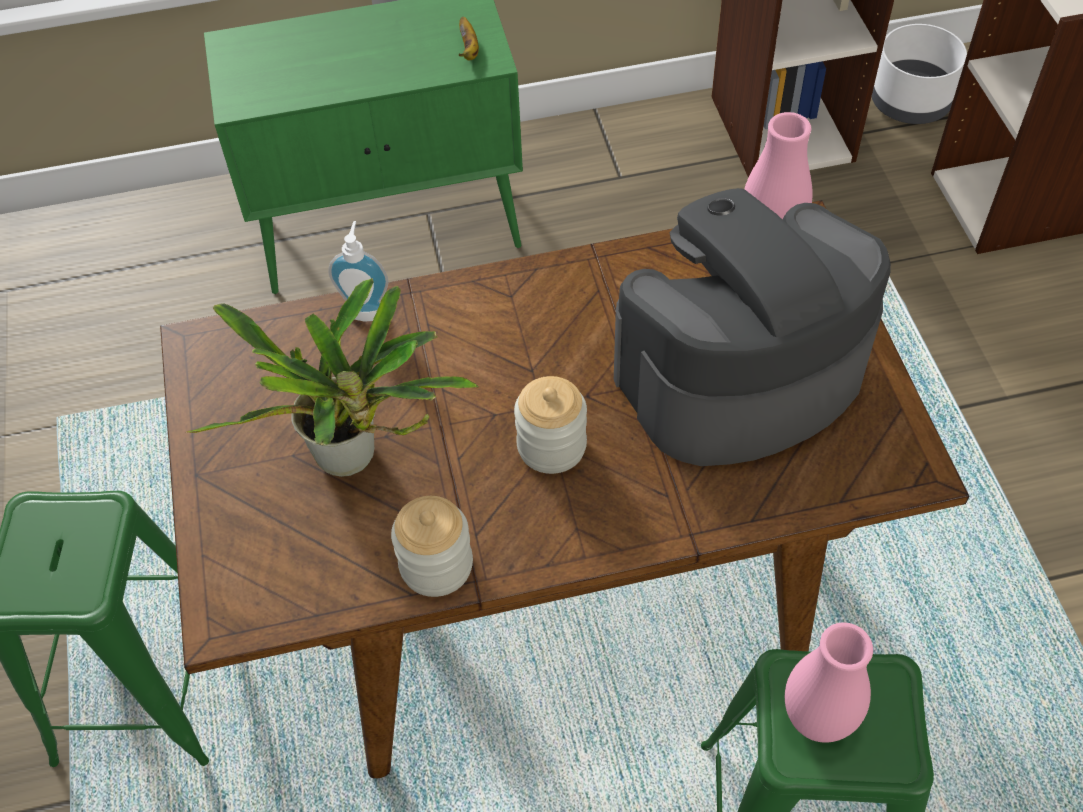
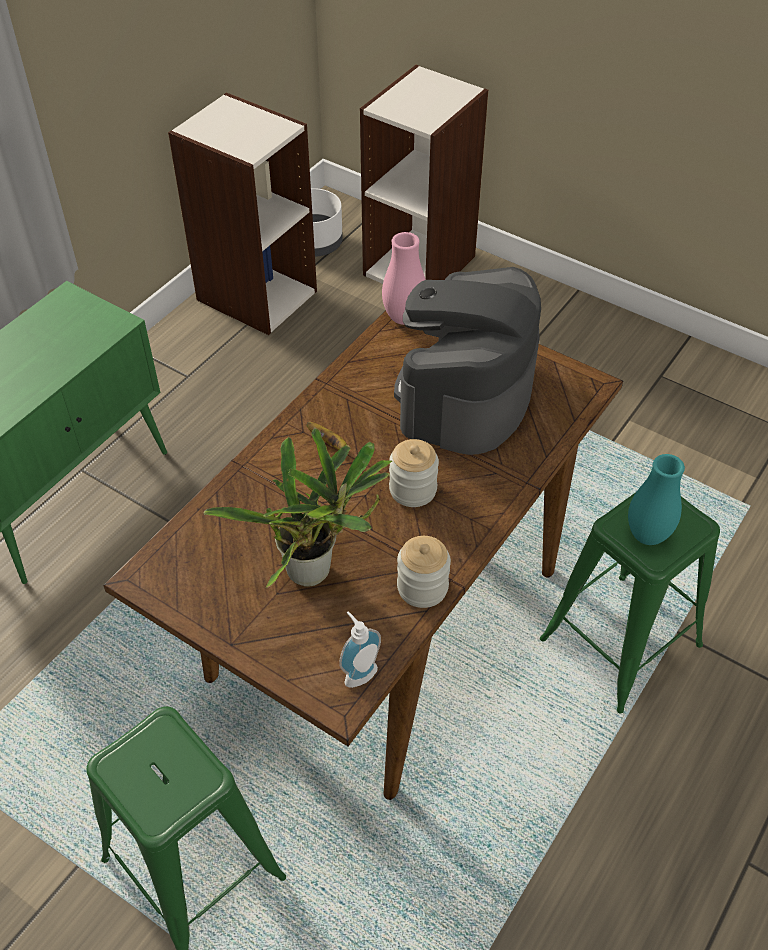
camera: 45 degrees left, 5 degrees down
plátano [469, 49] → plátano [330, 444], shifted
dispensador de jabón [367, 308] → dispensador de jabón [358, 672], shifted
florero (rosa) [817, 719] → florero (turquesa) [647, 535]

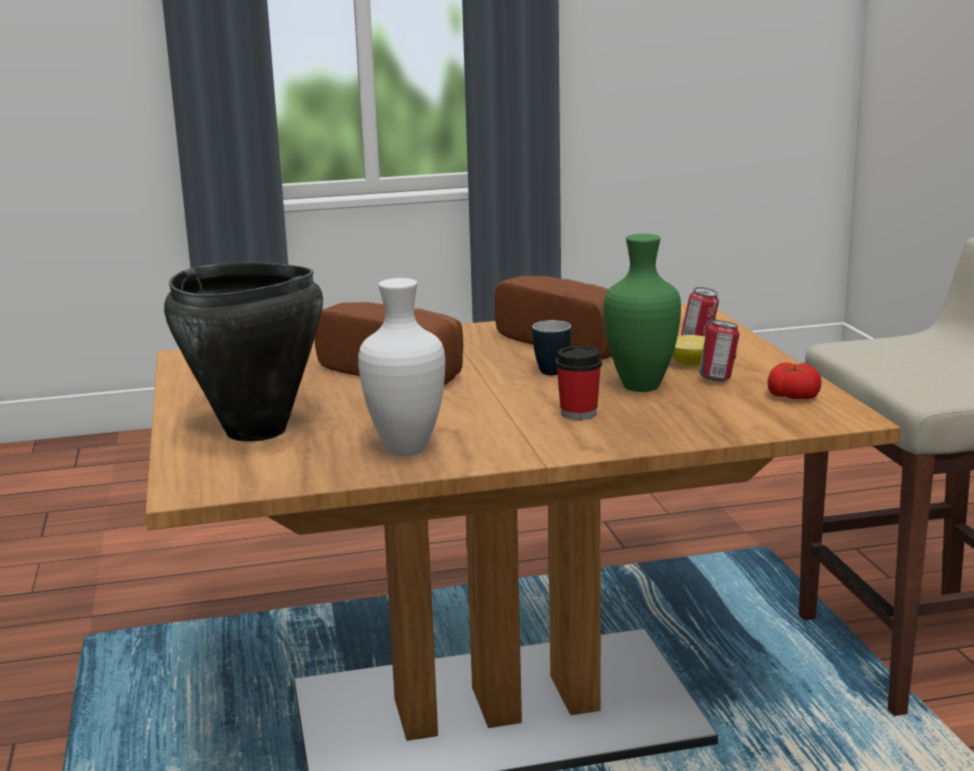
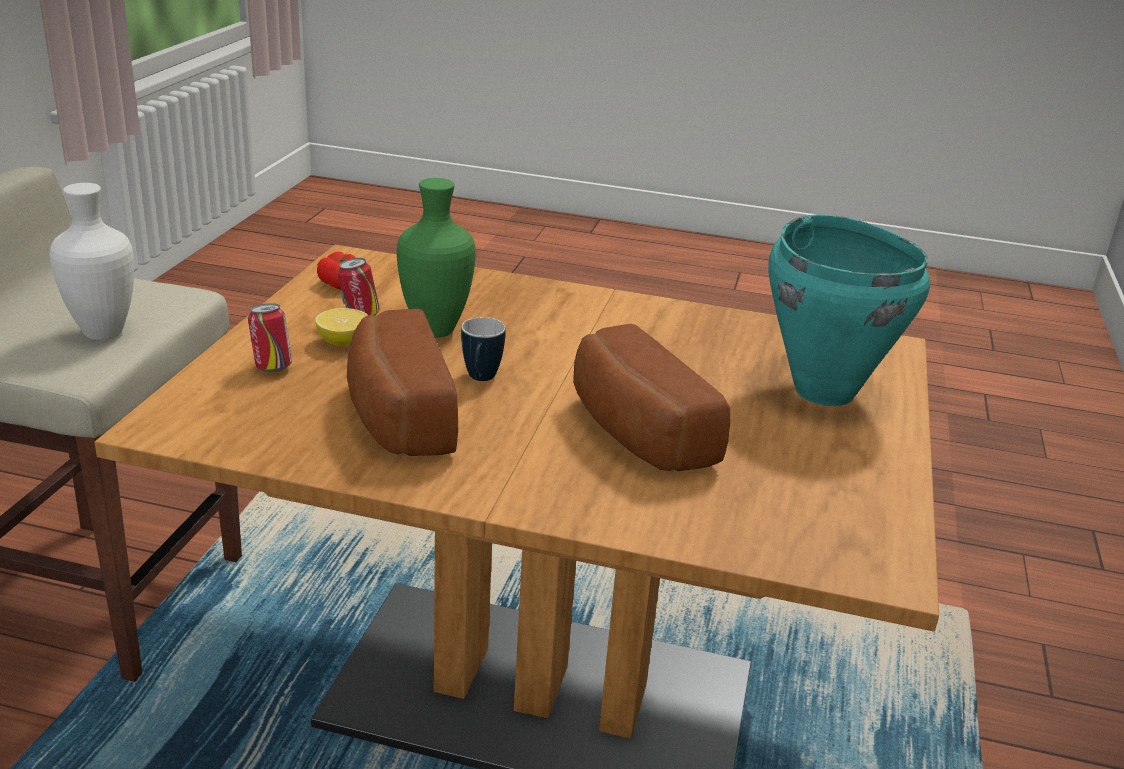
camera: 155 degrees left, 10 degrees up
florero (blanco) [409, 450] → florero (blanco) [102, 332], shifted
olla (negro) [256, 431] → olla (turquesa) [824, 391]
taza [578, 413] → -

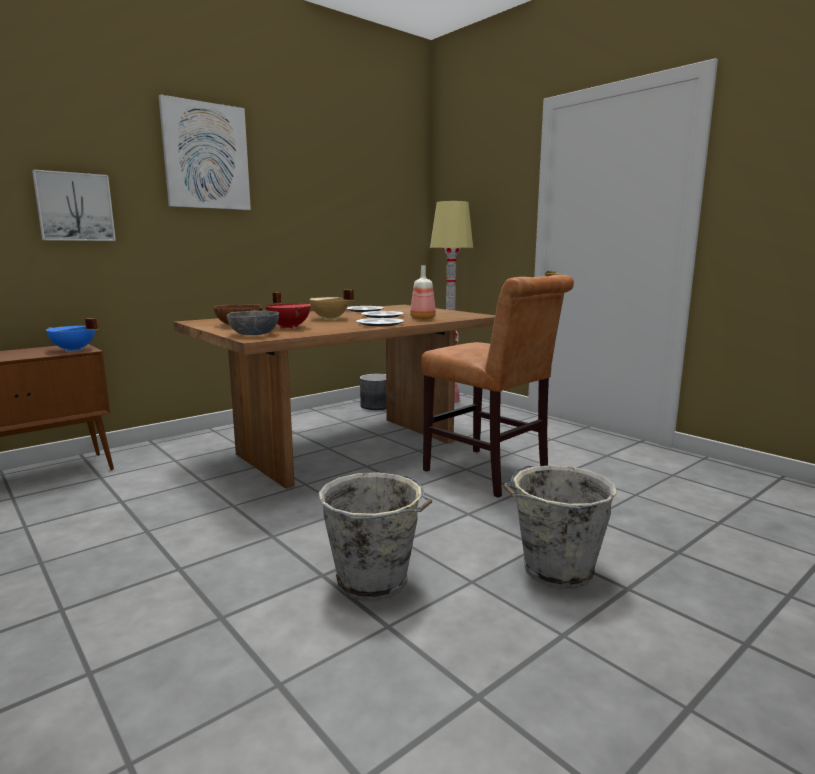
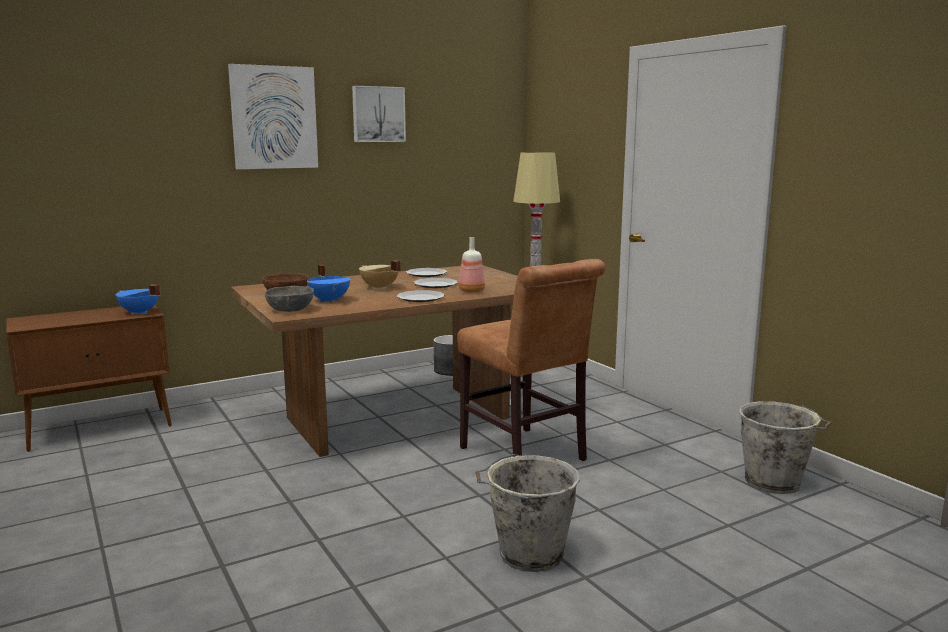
camera: 10 degrees right, 0 degrees up
olla (rojo) [289, 327] → olla (azul) [330, 300]
cuadro [74, 207] → cuadro [378, 114], shifted
cubo (gris) [375, 581] → cubo (gris) [775, 483], shifted

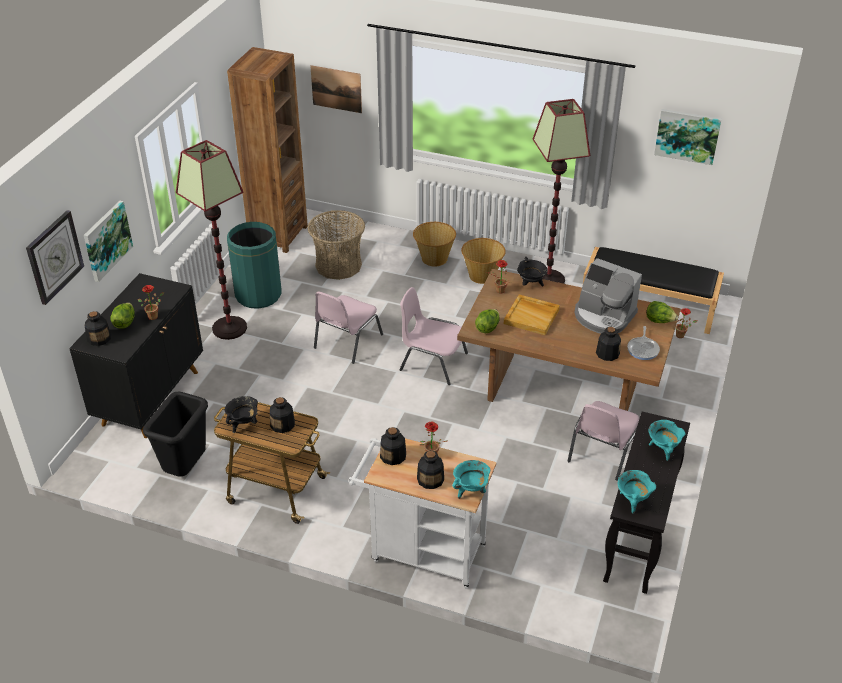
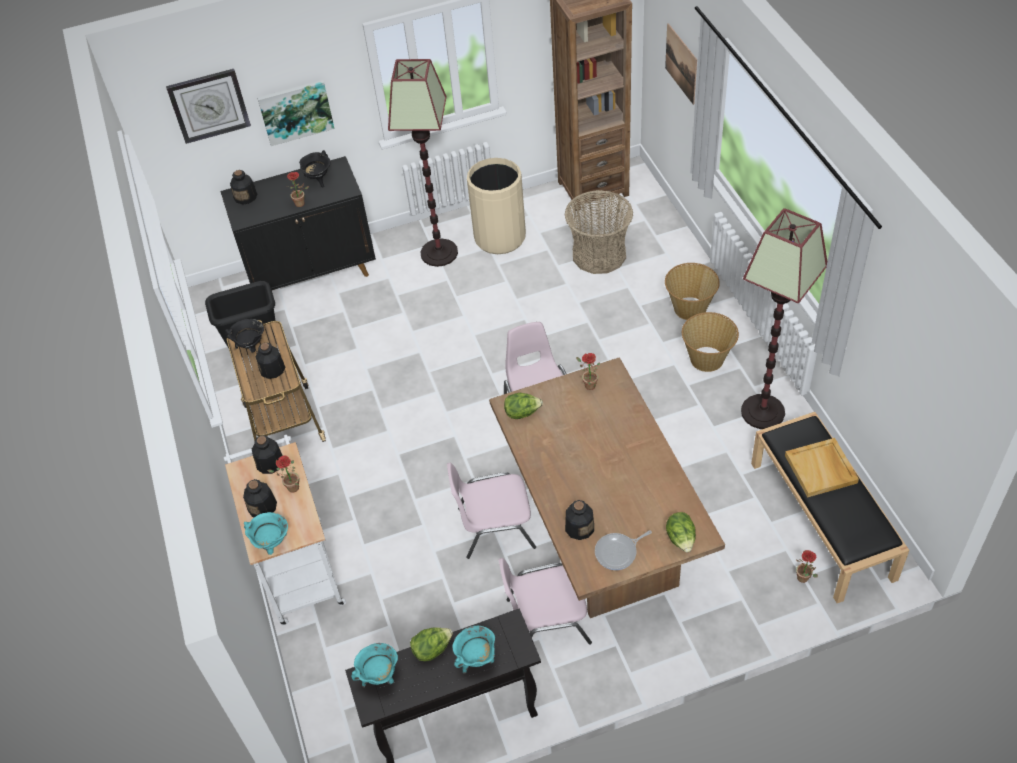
camera: 55 degrees right, 10 degrees up
olla (negro) [531, 284] → olla (negro) [318, 180], shifted
lechuga [125, 323] → lechuga [432, 649], shifted
silla (rosa) [346, 342] → silla (rosa) [494, 527], shifted
papelera (verde) [258, 295] → papelera (beis) [500, 237]
bandeja (beis) [532, 316] → bandeja (beis) [821, 469], shifted
cafetera [603, 316] → -
cuadro [687, 136] → -

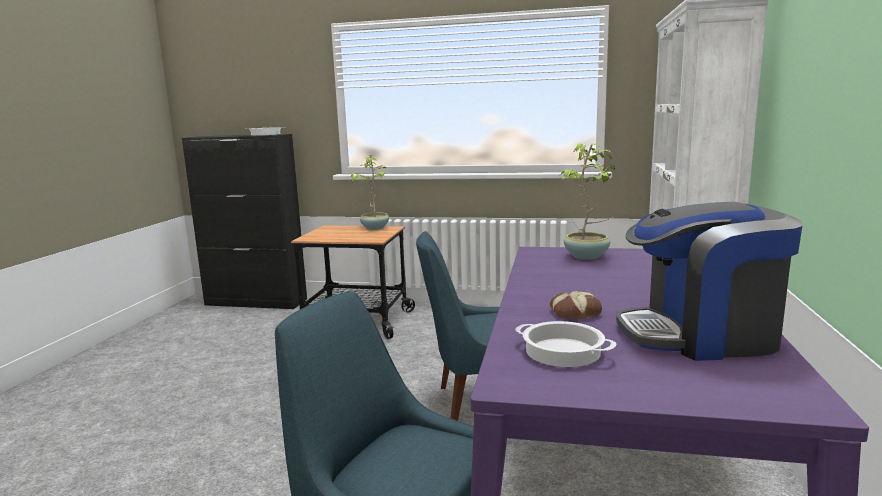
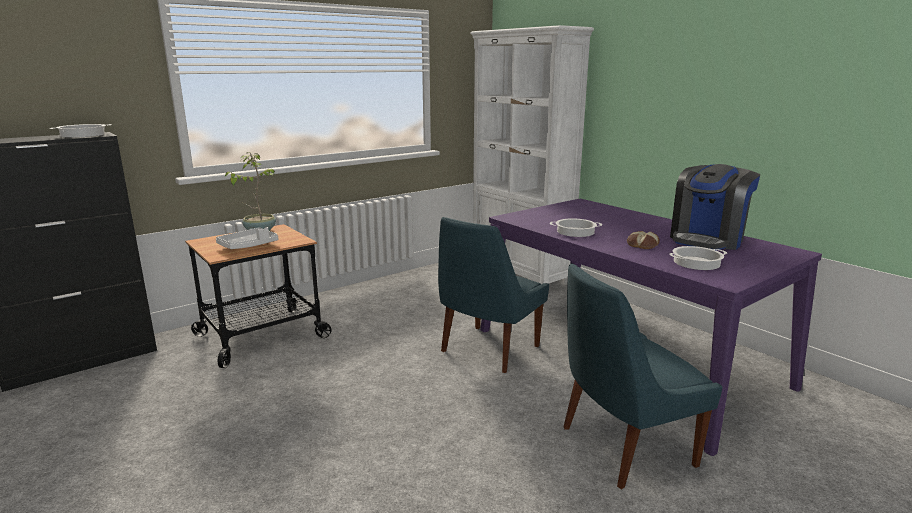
camera: 50 degrees left, 5 degrees up
- → bandeja (blanco) [248, 246]
- → olla [575, 231]
planta en maceta [587, 256] → -

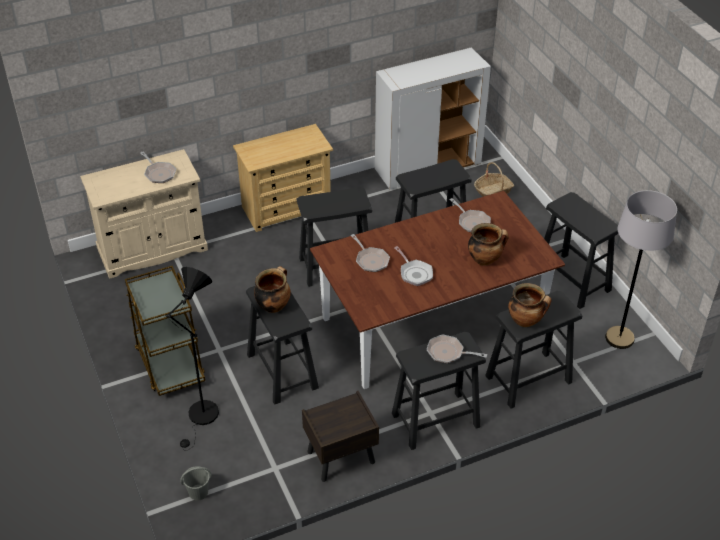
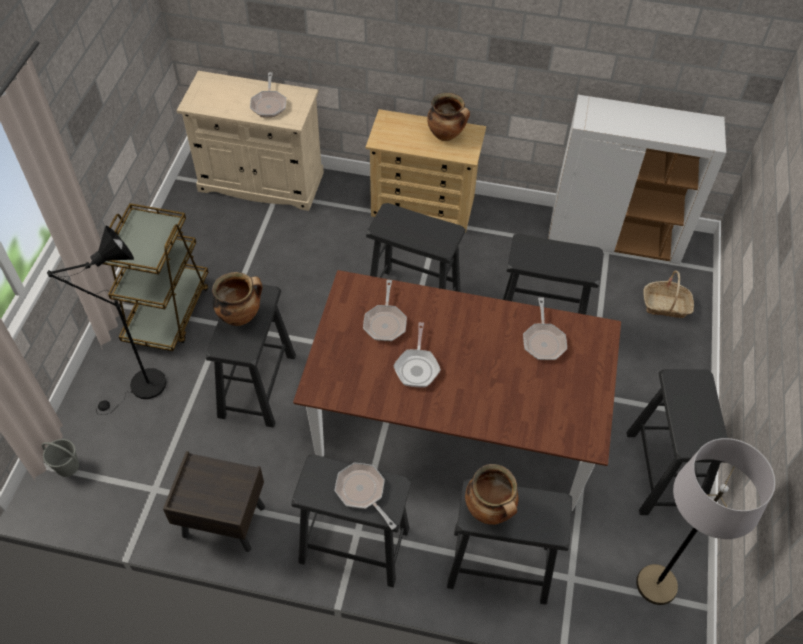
camera: 35 degrees right, 10 degrees up
olla [485, 259] → olla [446, 135], shifted

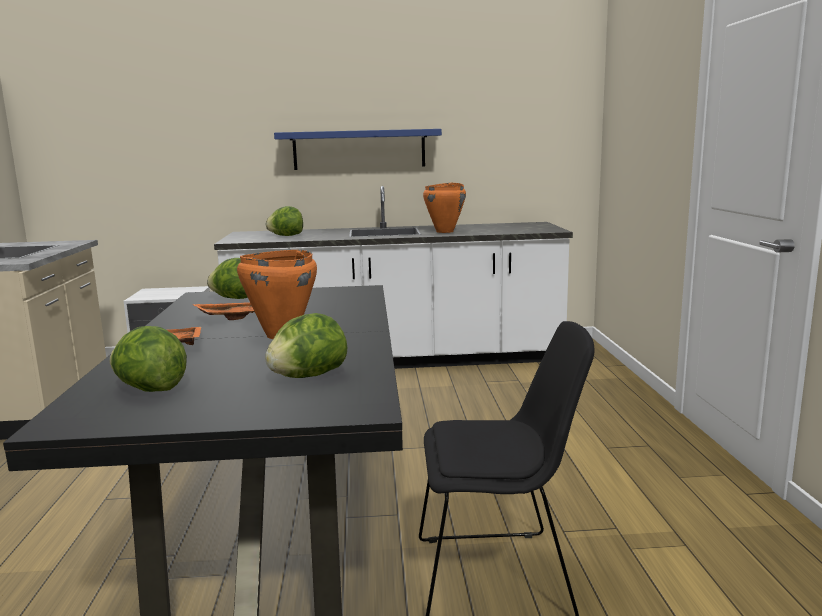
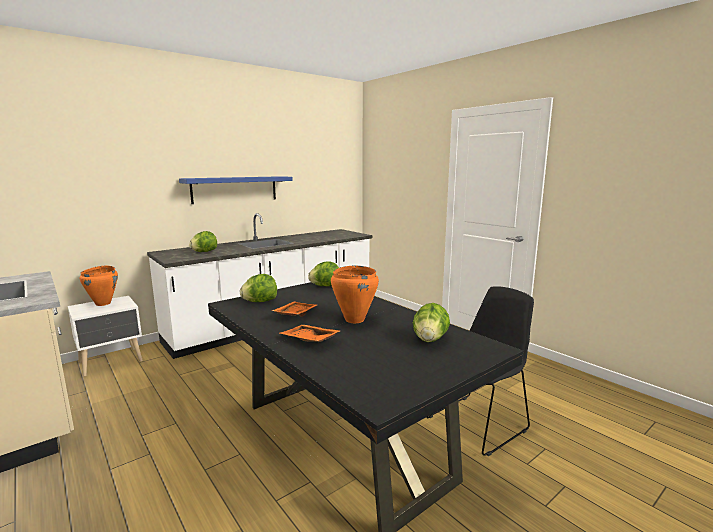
camera: 35 degrees left, 0 degrees up
olla (naranja) [445, 231] → olla (naranja) [103, 303], shifted
lechuga [150, 389] → lechuga [325, 286], shifted

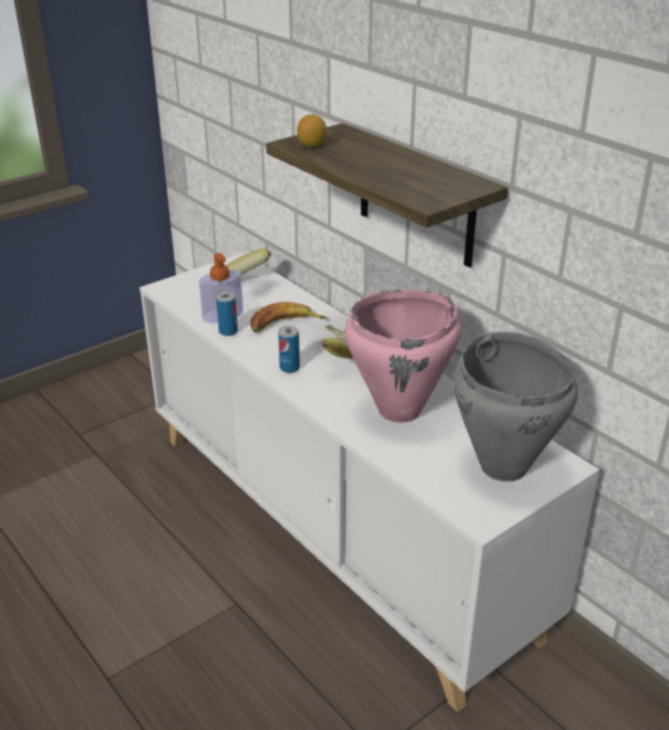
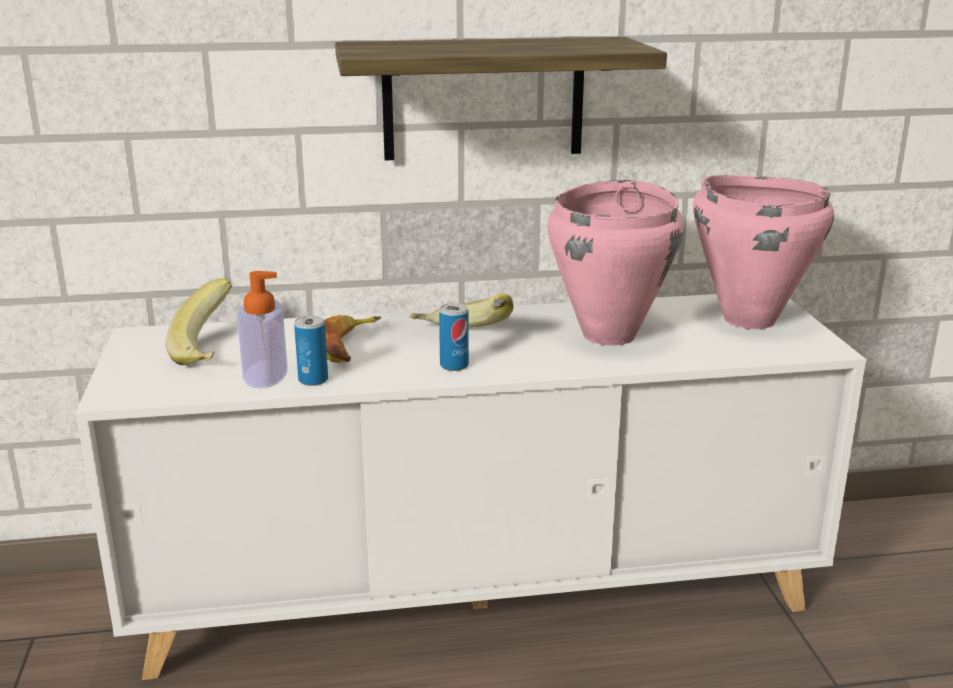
camera: 60 degrees left, 10 degrees down
olla (gris) [503, 466] → olla (rosa) [748, 319]
limón [312, 146] → -

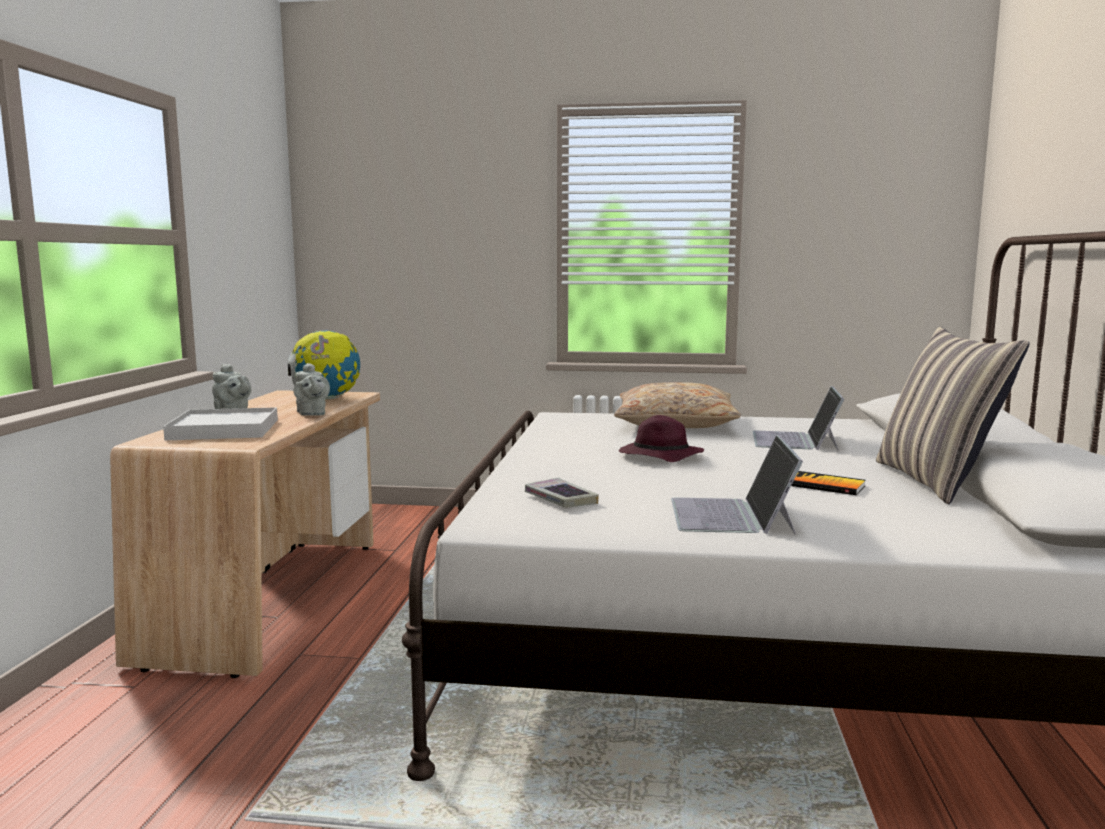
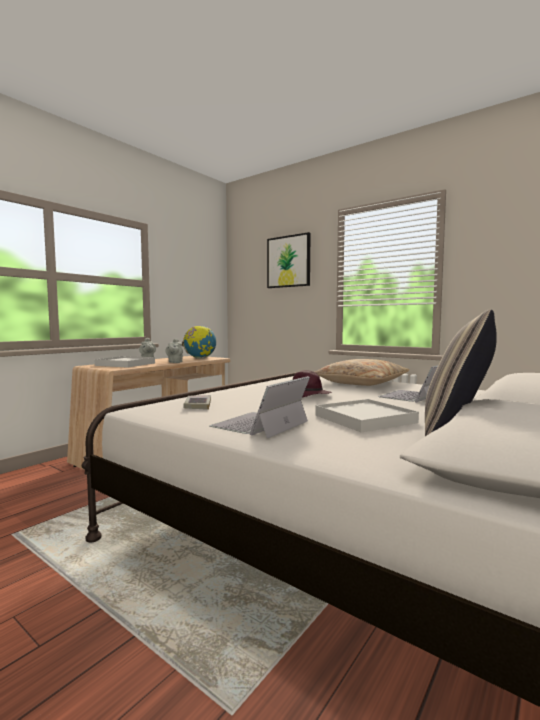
camera: 30 degrees right, 5 degrees down
- → cuadro [288, 261]
libro [825, 485] → bandeja (blanco) [365, 419]

